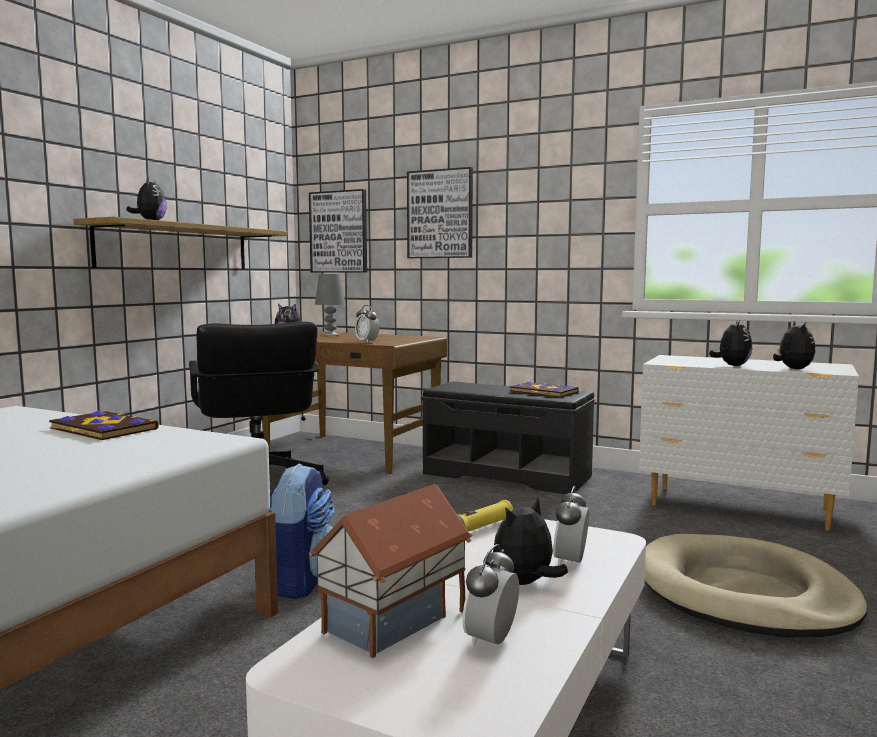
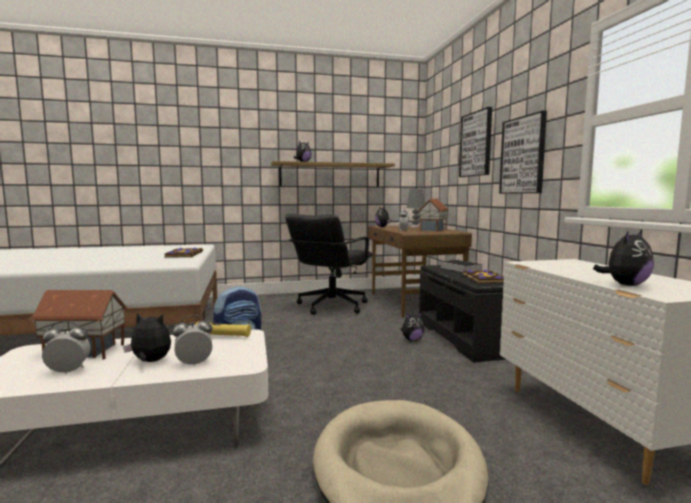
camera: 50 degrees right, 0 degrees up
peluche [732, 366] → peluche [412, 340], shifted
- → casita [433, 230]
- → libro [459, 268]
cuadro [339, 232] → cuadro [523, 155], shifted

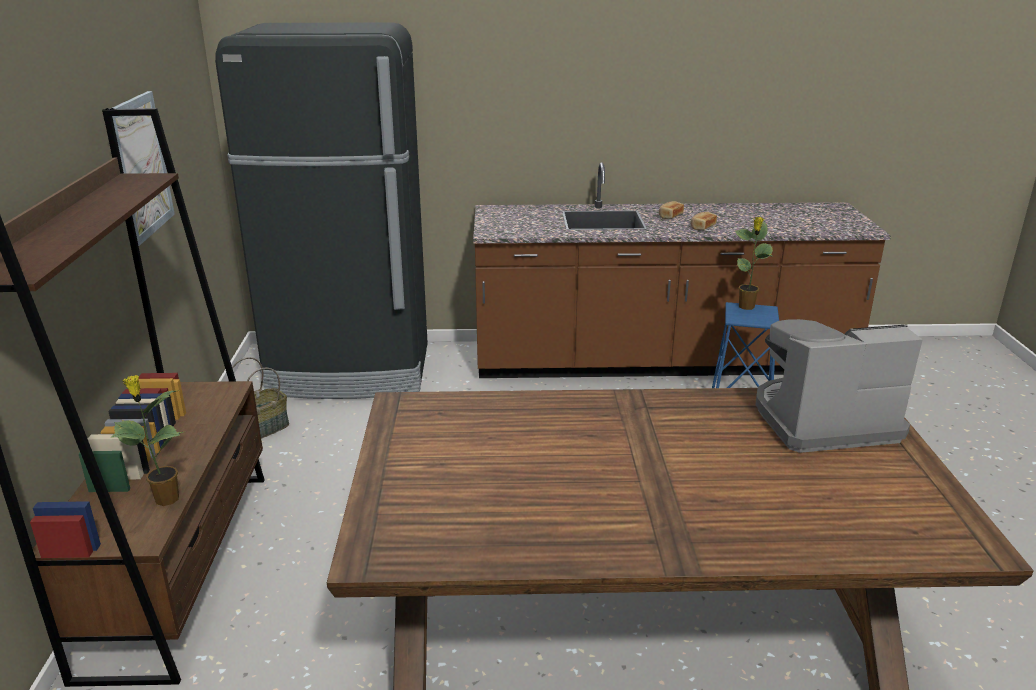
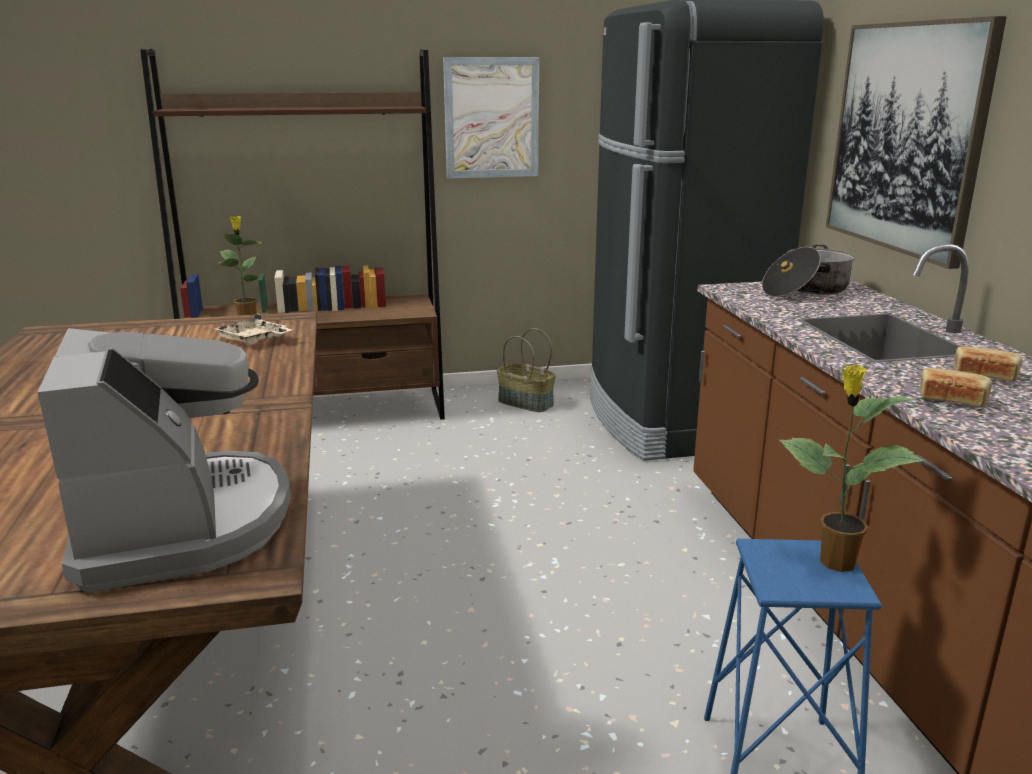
camera: 80 degrees right, 5 degrees down
- → bandeja (beis) [254, 340]
- → olla [806, 290]
- → cuadro [906, 138]

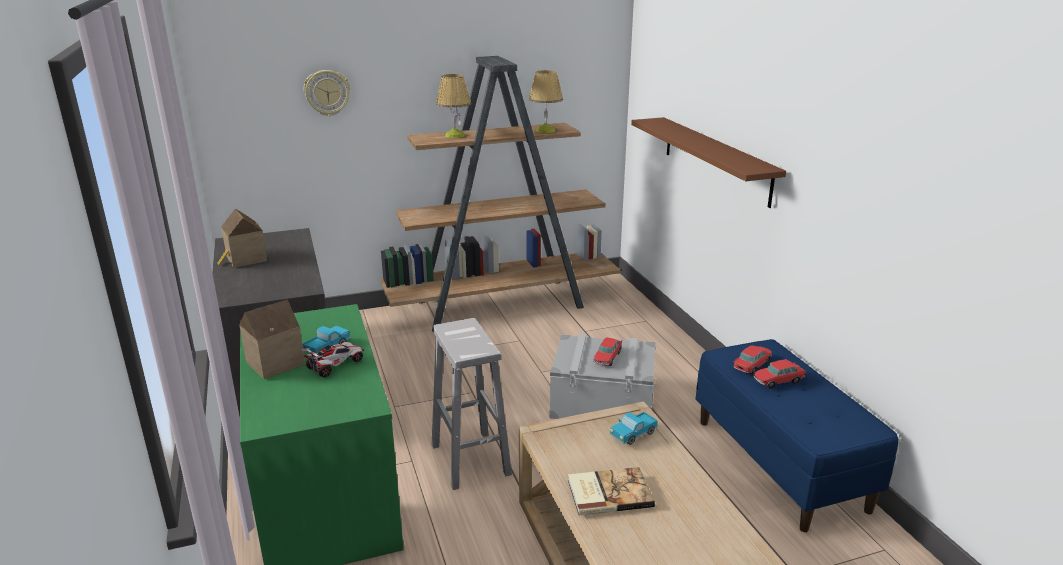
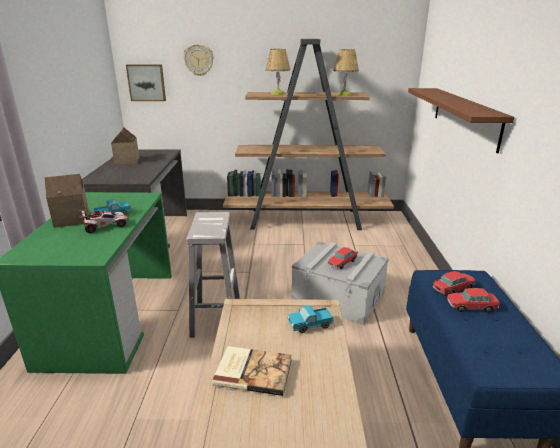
camera: 20 degrees right, 0 degrees up
- → cuadro [146, 82]

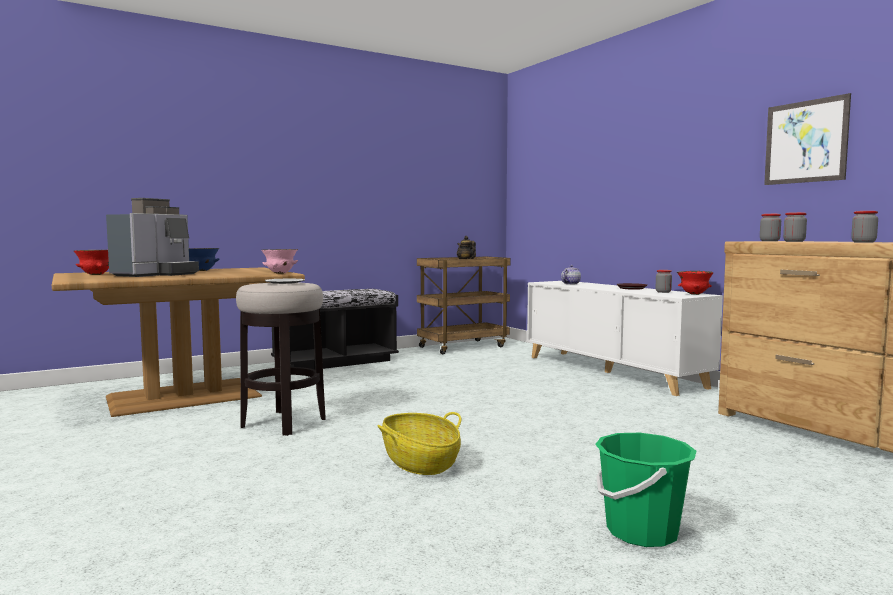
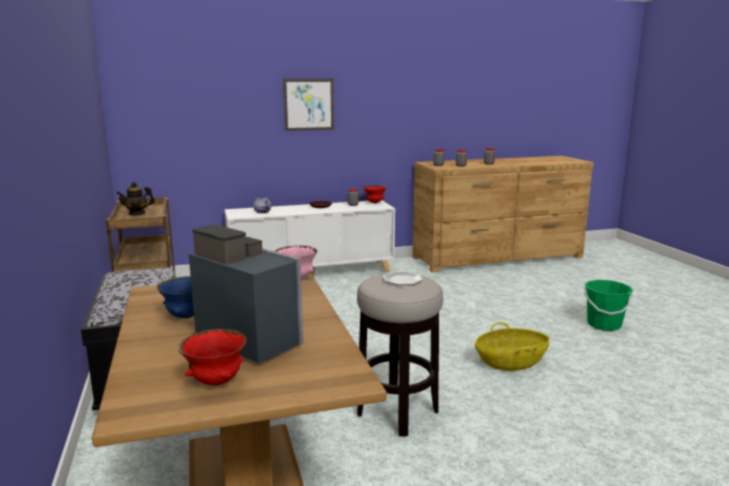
camera: 75 degrees left, 10 degrees up
cuadro [805, 142] → cuadro [309, 104], shifted

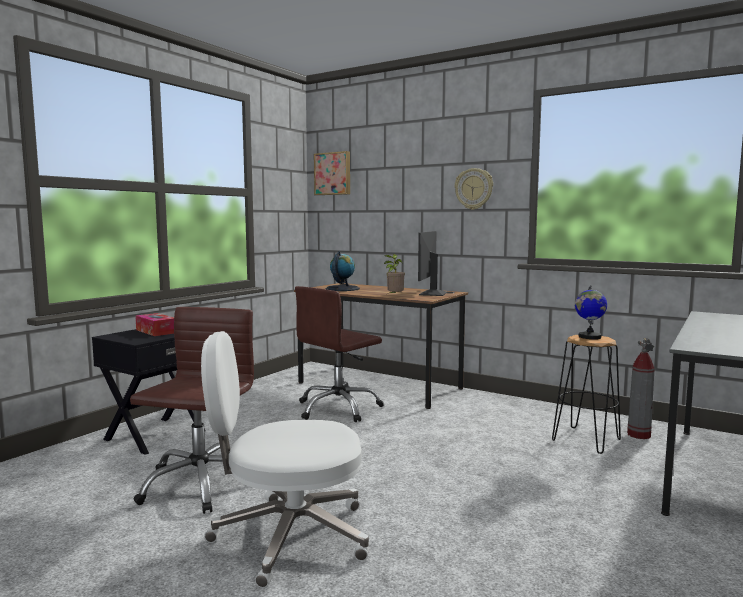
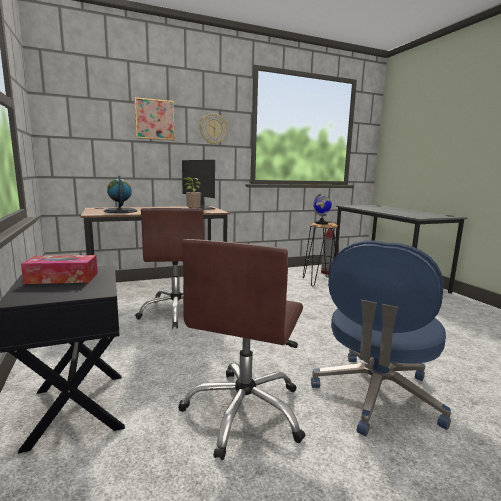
camera: 55 degrees left, 5 degrees up
cuadro [333, 174] → cuadro [154, 119], shifted
silla de oficina (marrón) [200, 484] → silla de oficina (marrón) [245, 411], 120 degrees counterclockwise
silla de oficina (blanco) [288, 536] → silla de oficina (azul) [376, 396]

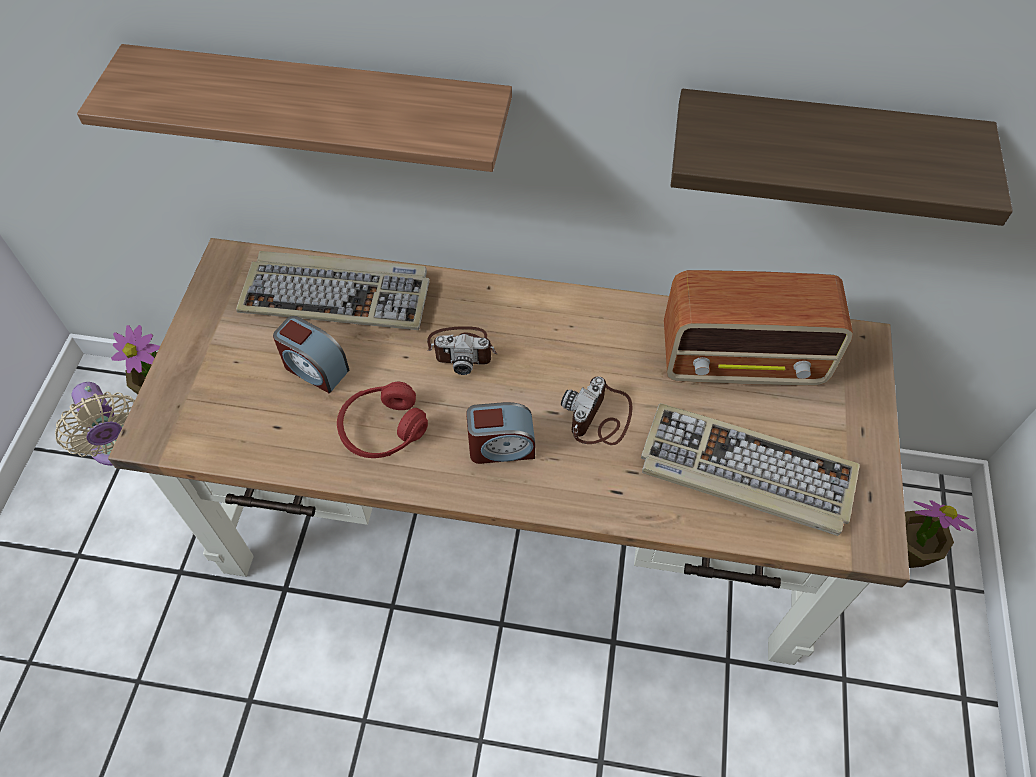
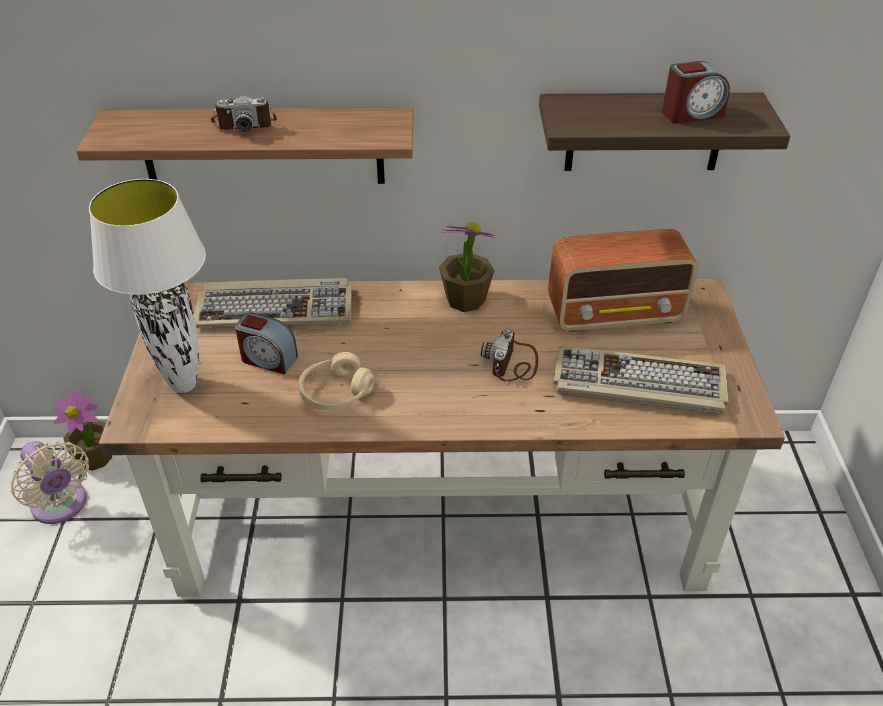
camera: 10 degrees left, 15 degrees down
- → lámpara de mesa (blanco) [184, 385]
cámara [462, 349] → cámara [244, 123], shifted
auriculares (rojo) [383, 429] → auriculares (beis) [336, 393]
planta en maceta [909, 550] → planta en maceta [465, 299], shifted
despertador [501, 447] → despertador [691, 114], shifted

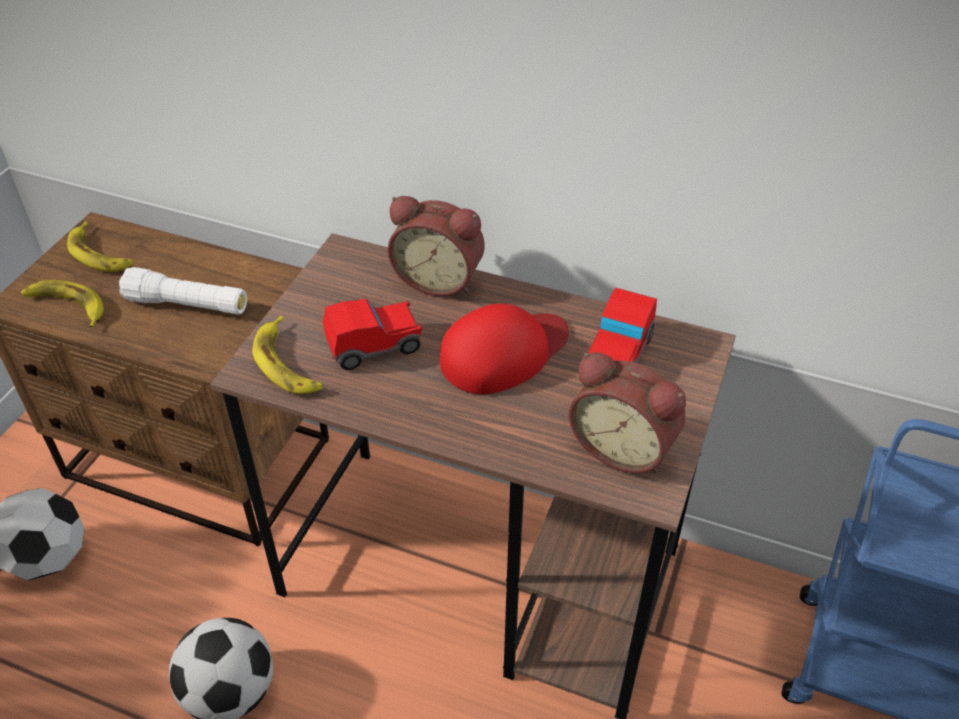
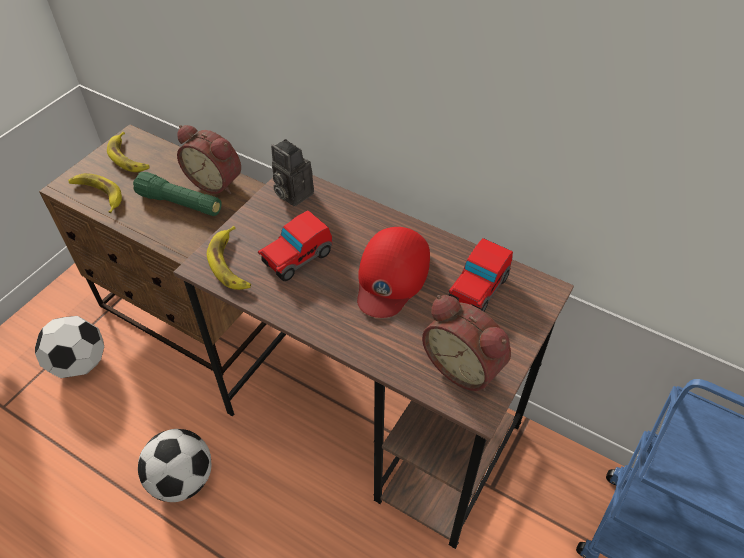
camera: 10 degrees right, 5 degrees up
linterna (blanco) [187, 305] → linterna (verde) [180, 204]
despertador [439, 279] → despertador [216, 181], shifted
coche de juguete [375, 347] → coche de juguete [297, 258], 150 degrees clockwise
- → cámara [291, 194]
gorra (rojo) [504, 353] → gorra (rojo) [391, 276], 135 degrees clockwise

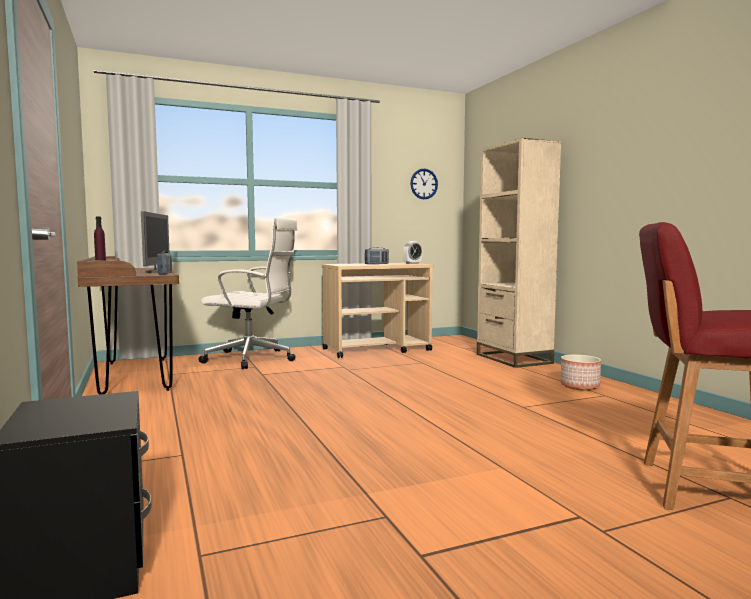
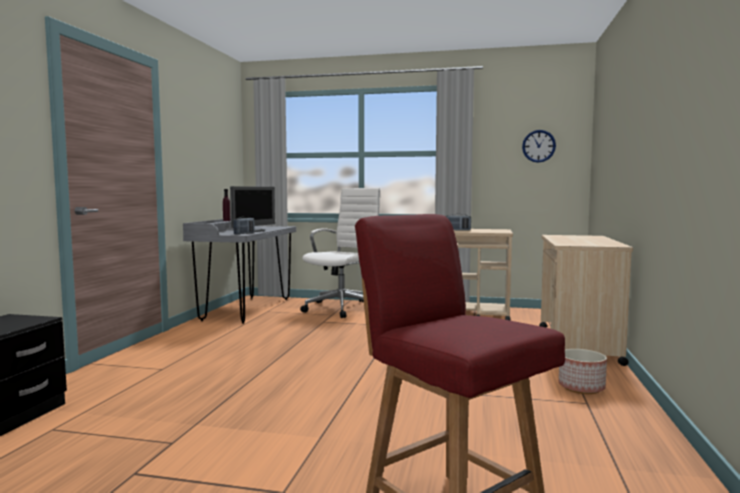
camera: 35 degrees right, 0 degrees up
escritorio (marrón) [136, 376] → escritorio (gris) [247, 309]
silla de oficina (blanco) [252, 359] → silla de oficina (blanco) [343, 308], 105 degrees counterclockwise
estantería (beis) [513, 359] → carrito (beis) [578, 345]
despertador [412, 263] → -

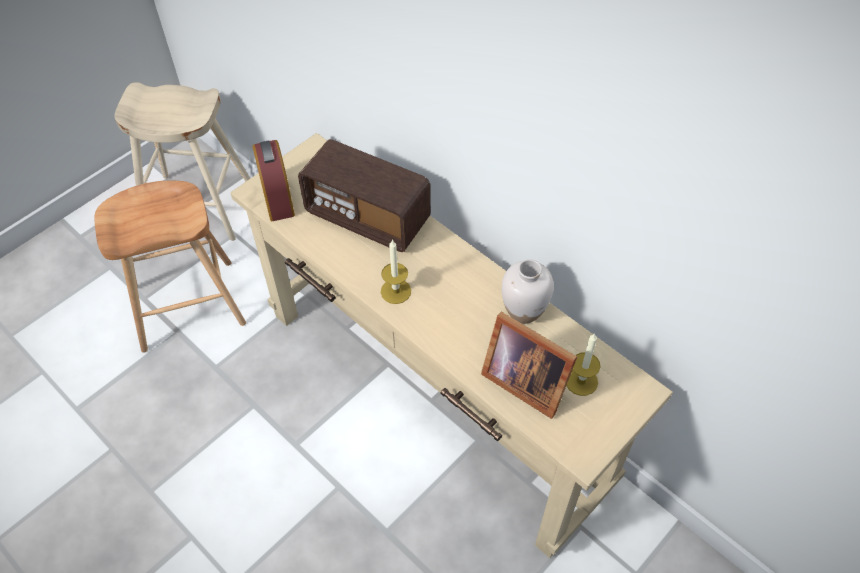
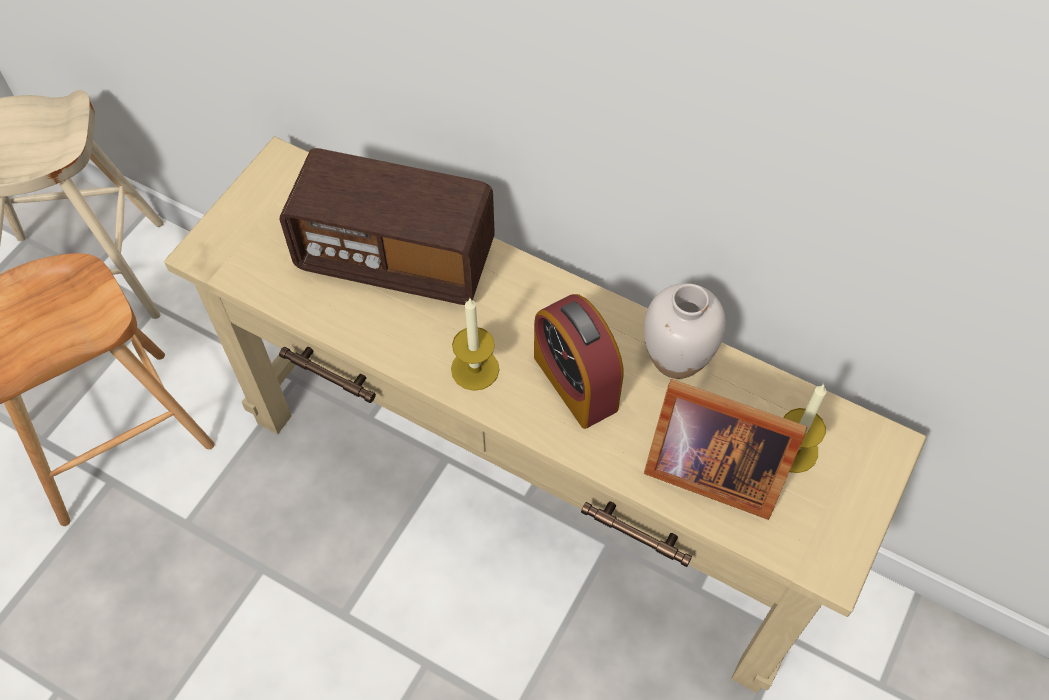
camera: 15 degrees left, 5 degrees up
despertador [277, 198] → despertador [575, 382], shifted

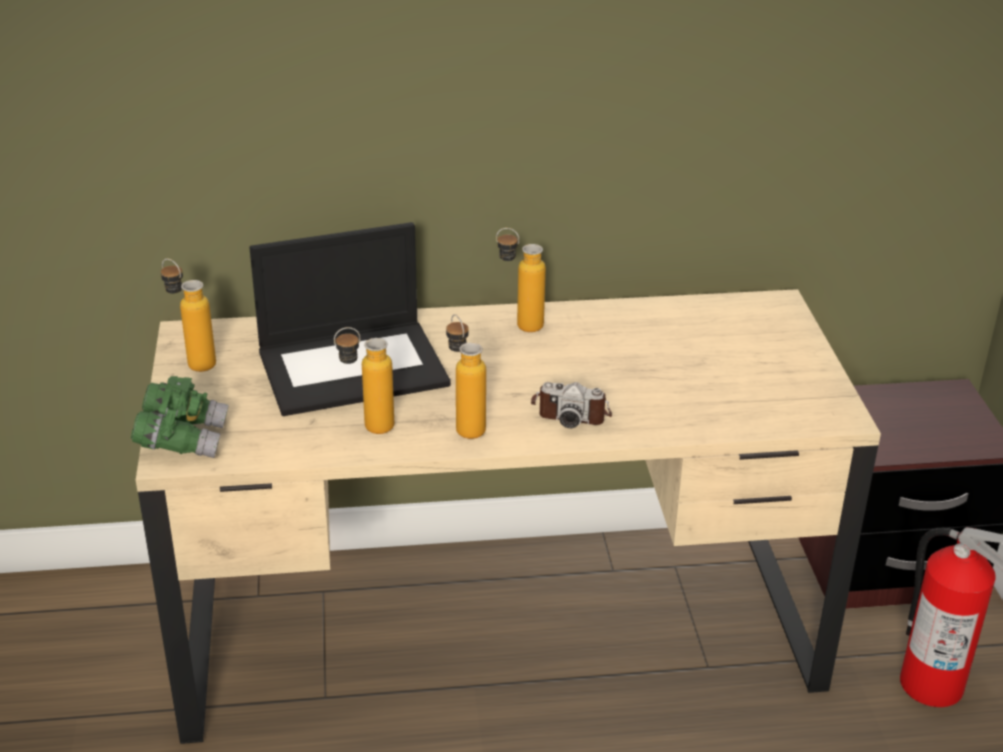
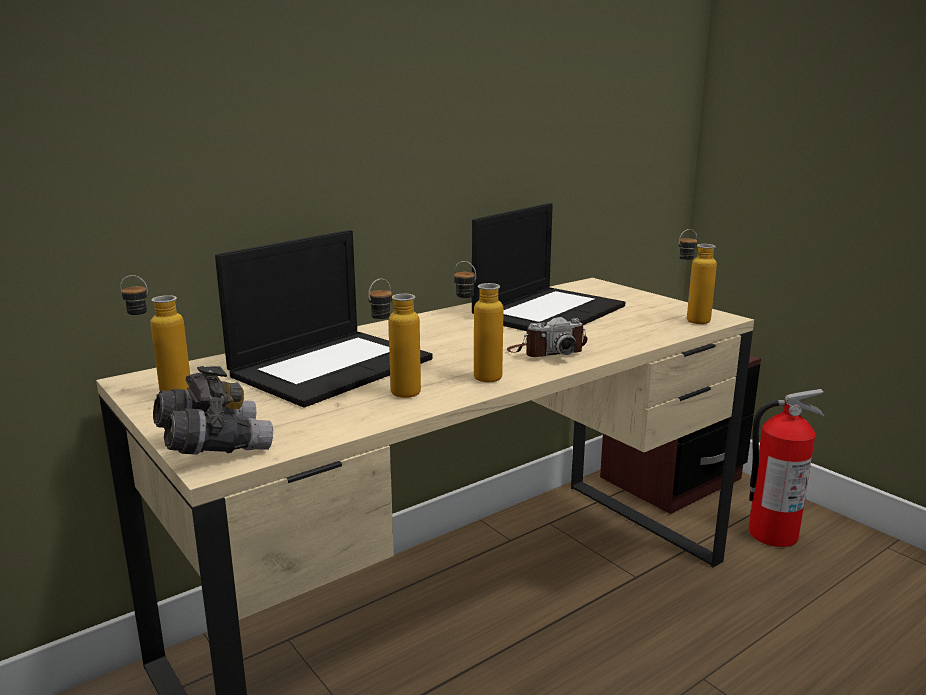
camera: 30 degrees left, 15 degrees down
prismáticos (verde) [182, 439] → prismáticos (gris) [213, 446]
- → portátil [549, 311]
botella [519, 325] → botella [690, 322], shifted

